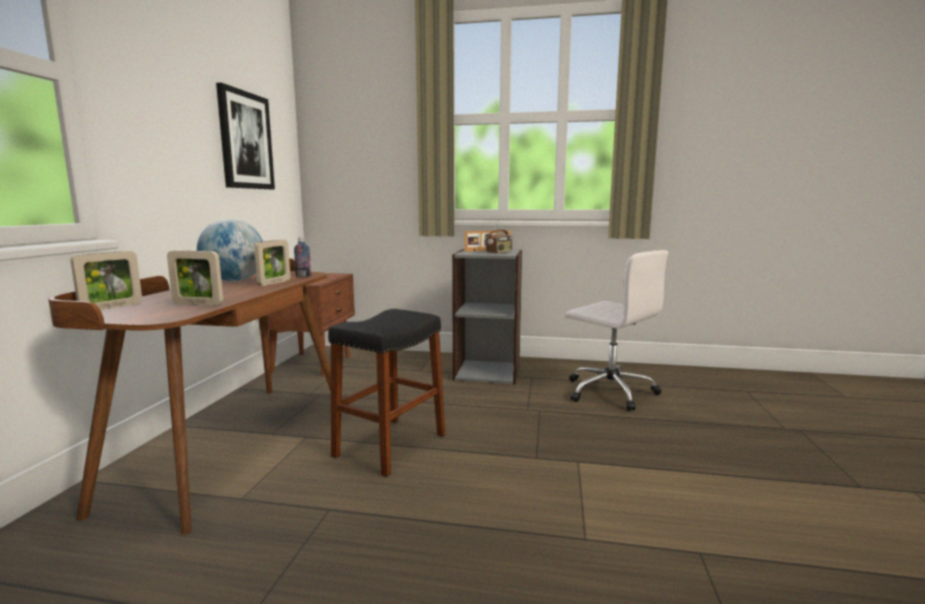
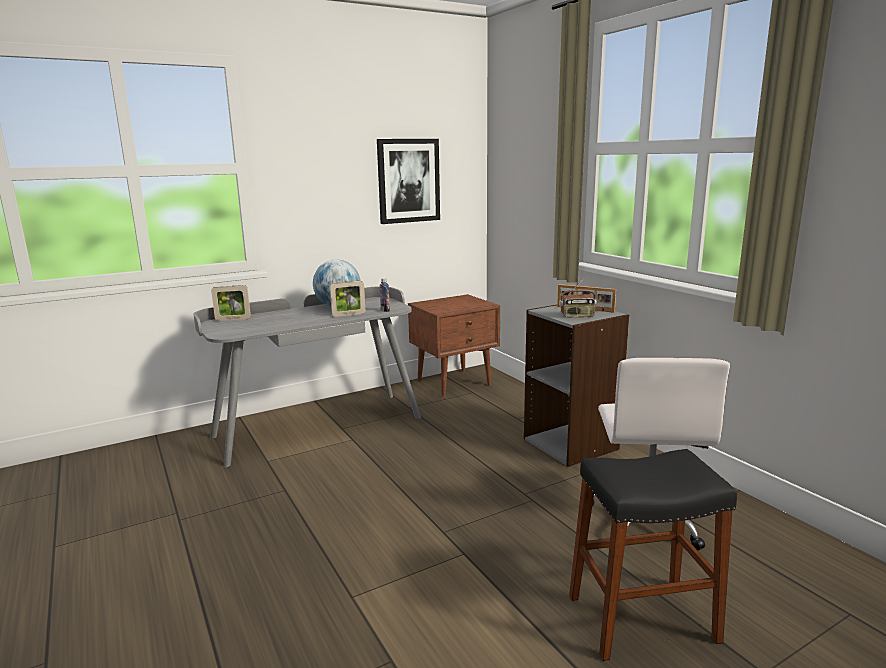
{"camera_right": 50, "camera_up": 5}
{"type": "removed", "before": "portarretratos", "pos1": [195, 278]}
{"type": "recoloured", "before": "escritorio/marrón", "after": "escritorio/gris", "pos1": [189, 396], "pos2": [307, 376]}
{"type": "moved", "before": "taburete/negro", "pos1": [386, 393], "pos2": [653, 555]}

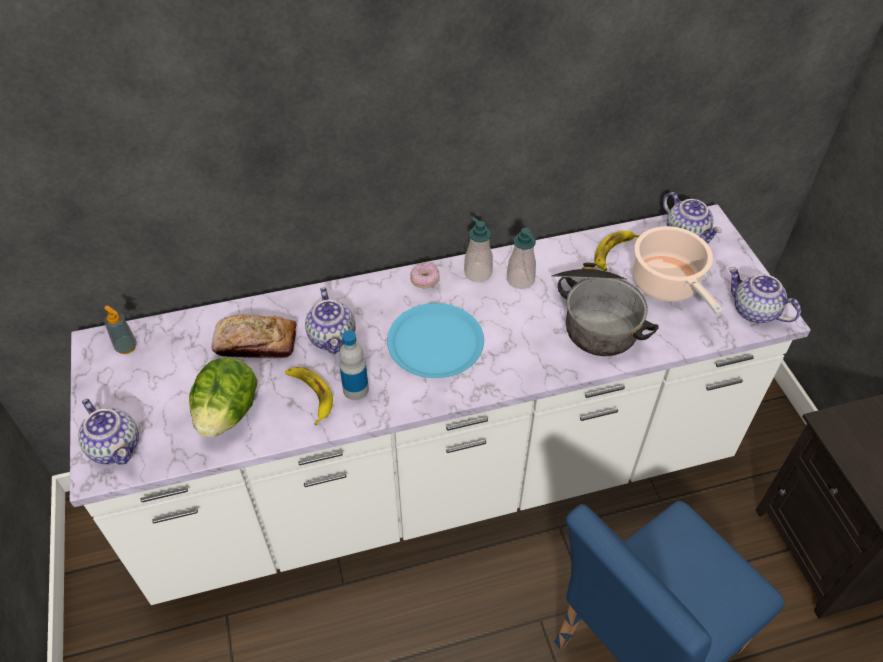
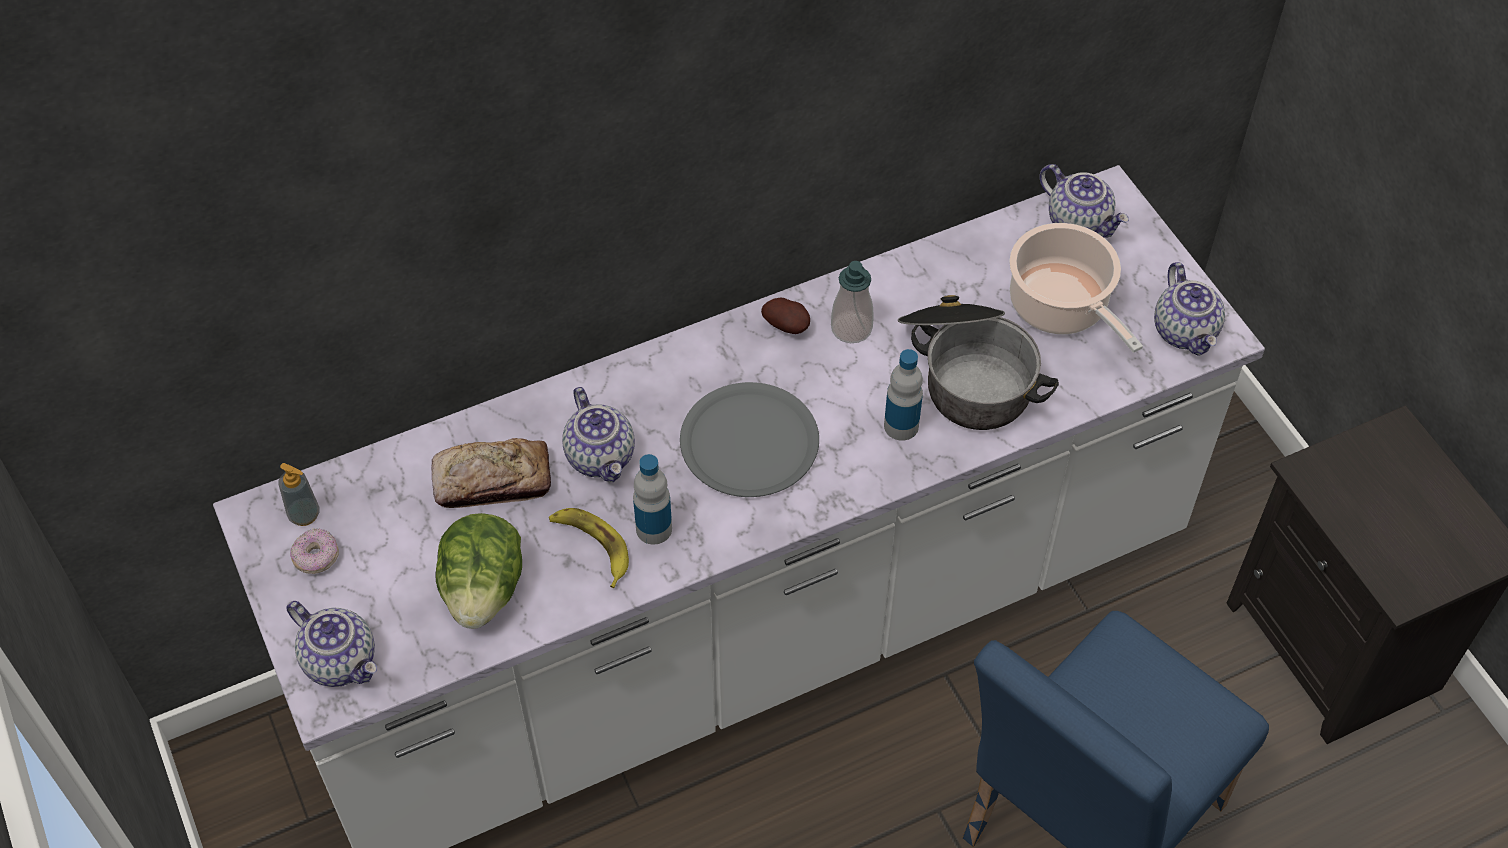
{"camera_right": -10, "camera_up": 5}
{"type": "replaced", "before": "dispensador de jabón", "after": "patata", "pos1": [478, 249], "pos2": [785, 316]}
{"type": "removed", "before": "plátano", "pos1": [617, 250]}
{"type": "moved", "before": "rosquilla", "pos1": [425, 275], "pos2": [314, 551]}
{"type": "turned", "before": "tetera", "pos1": [764, 295], "pos2": [1189, 309], "turn": -135}
{"type": "recoloured", "before": "plato/azul", "after": "plato/gris", "pos1": [435, 340], "pos2": [749, 439]}
{"type": "added", "after": "botella", "pos2": [903, 395]}

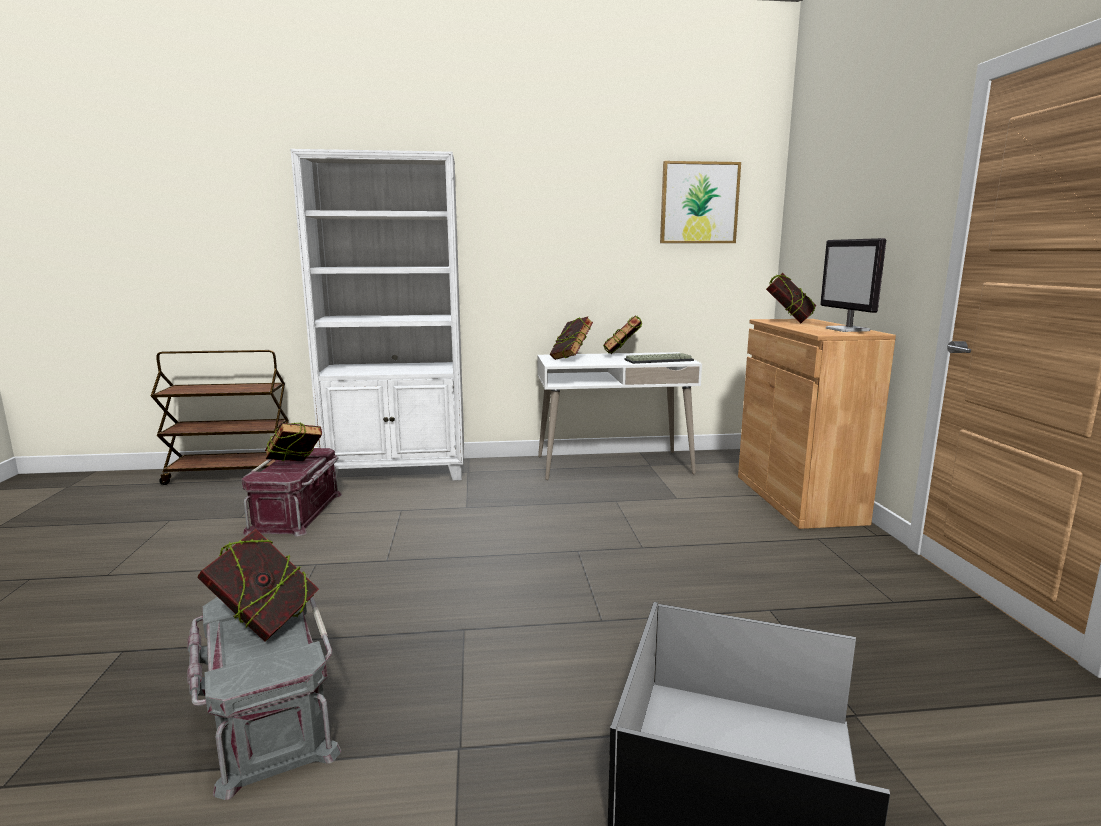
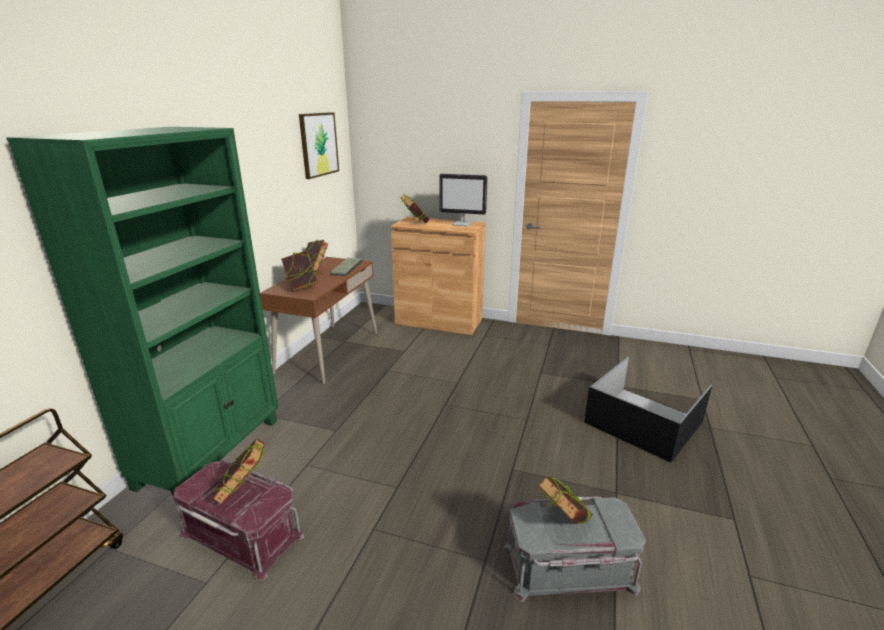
{"camera_right": -65, "camera_up": 10}
{"type": "recoloured", "before": "estantería/blanco", "after": "estantería/verde", "pos1": [377, 316], "pos2": [142, 311]}
{"type": "recoloured", "before": "escritorio/blanco", "after": "escritorio/marrón", "pos1": [619, 416], "pos2": [318, 320]}

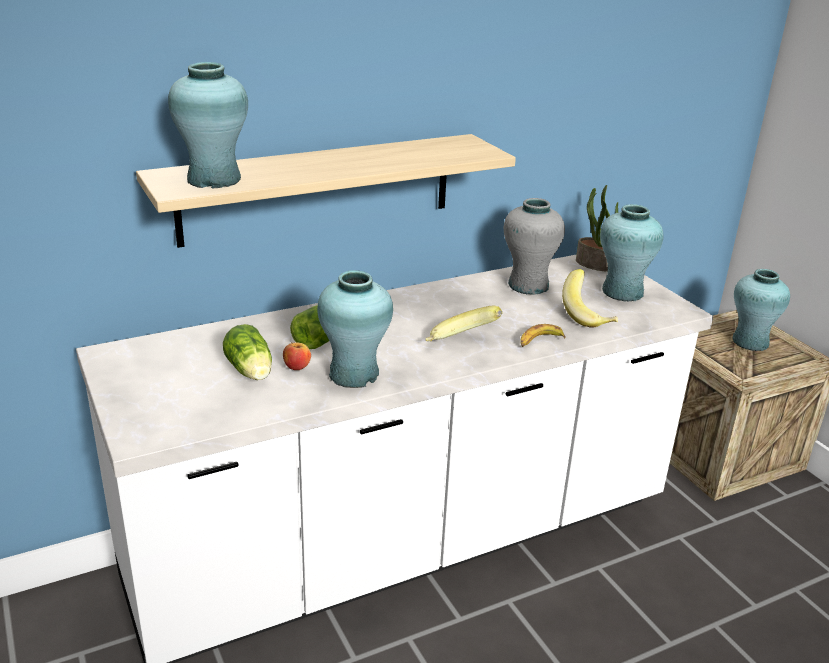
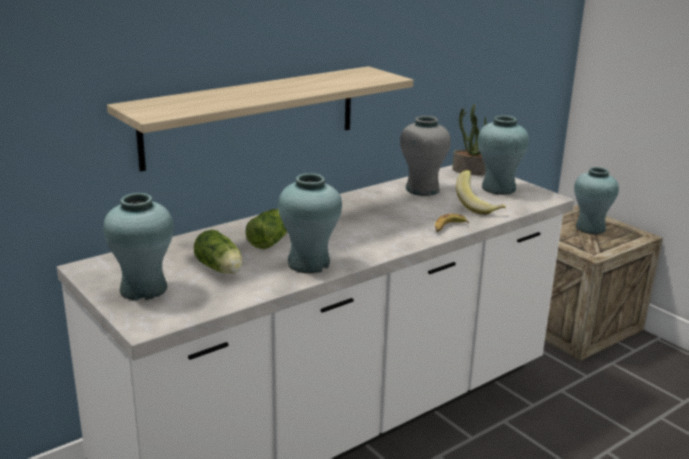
{"camera_right": -10, "camera_up": -5}
{"type": "moved", "before": "florero/turquesa", "pos1": [208, 125], "pos2": [138, 247]}
{"type": "removed", "before": "plátano", "pos1": [464, 323]}
{"type": "removed", "before": "manzana", "pos1": [297, 356]}

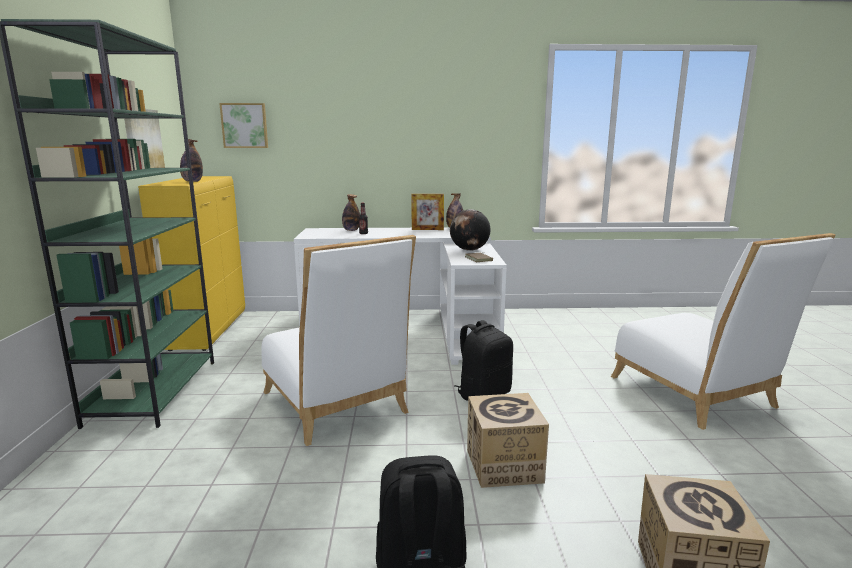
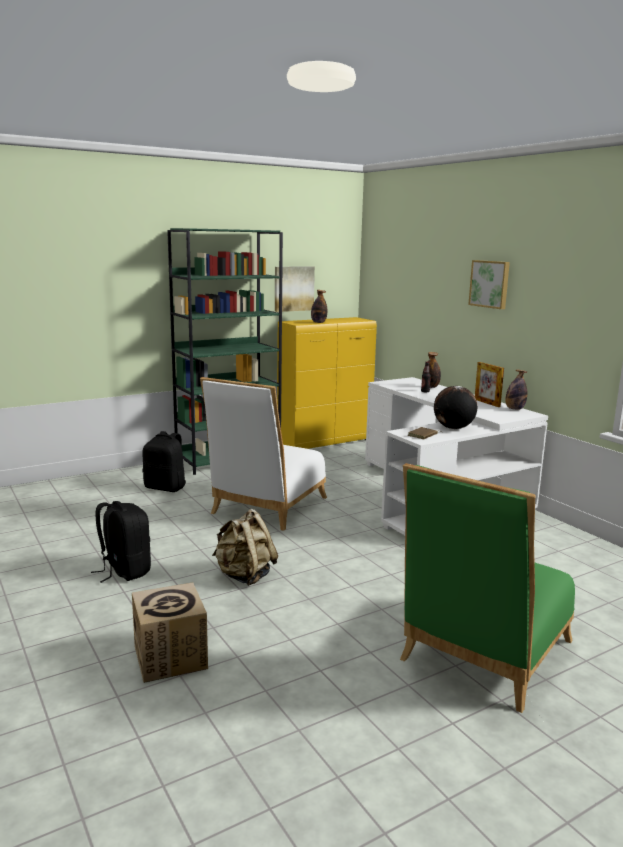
{"camera_right": 60, "camera_up": 0}
{"type": "moved", "before": "cuadro", "pos1": [243, 125], "pos2": [489, 284]}
{"type": "recoloured", "before": "silla/blanco", "after": "silla/verde", "pos1": [723, 331], "pos2": [487, 588]}
{"type": "moved", "before": "mochila/negro", "pos1": [483, 360], "pos2": [164, 461]}
{"type": "replaced", "before": "caja de cartón", "after": "mochila/beis", "pos1": [508, 440], "pos2": [245, 547]}

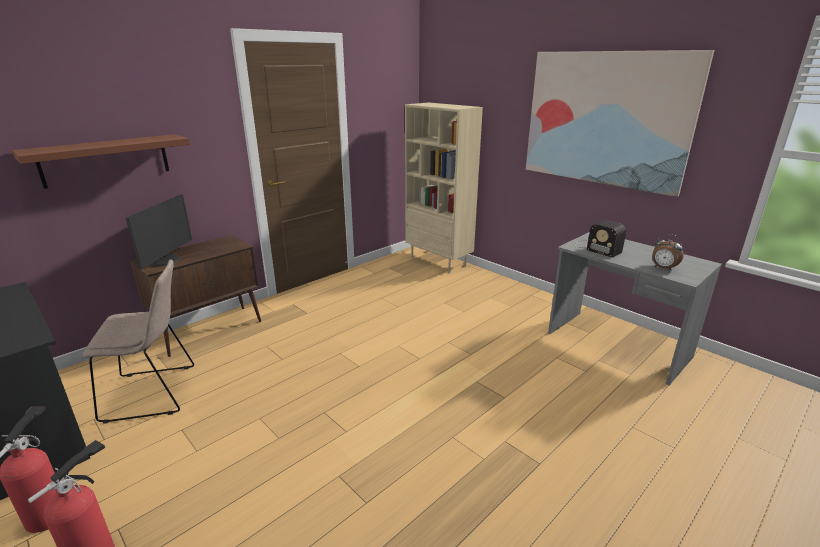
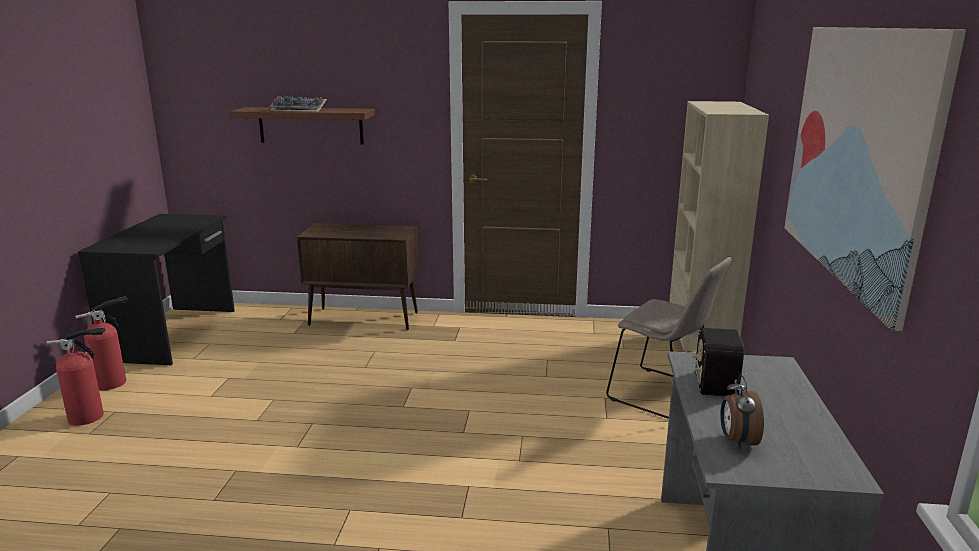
{"camera_right": 50, "camera_up": -5}
{"type": "removed", "before": "monitor", "pos1": [159, 232]}
{"type": "moved", "before": "silla/beis", "pos1": [138, 341], "pos2": [669, 337]}
{"type": "added", "after": "teclado", "pos2": [298, 103]}

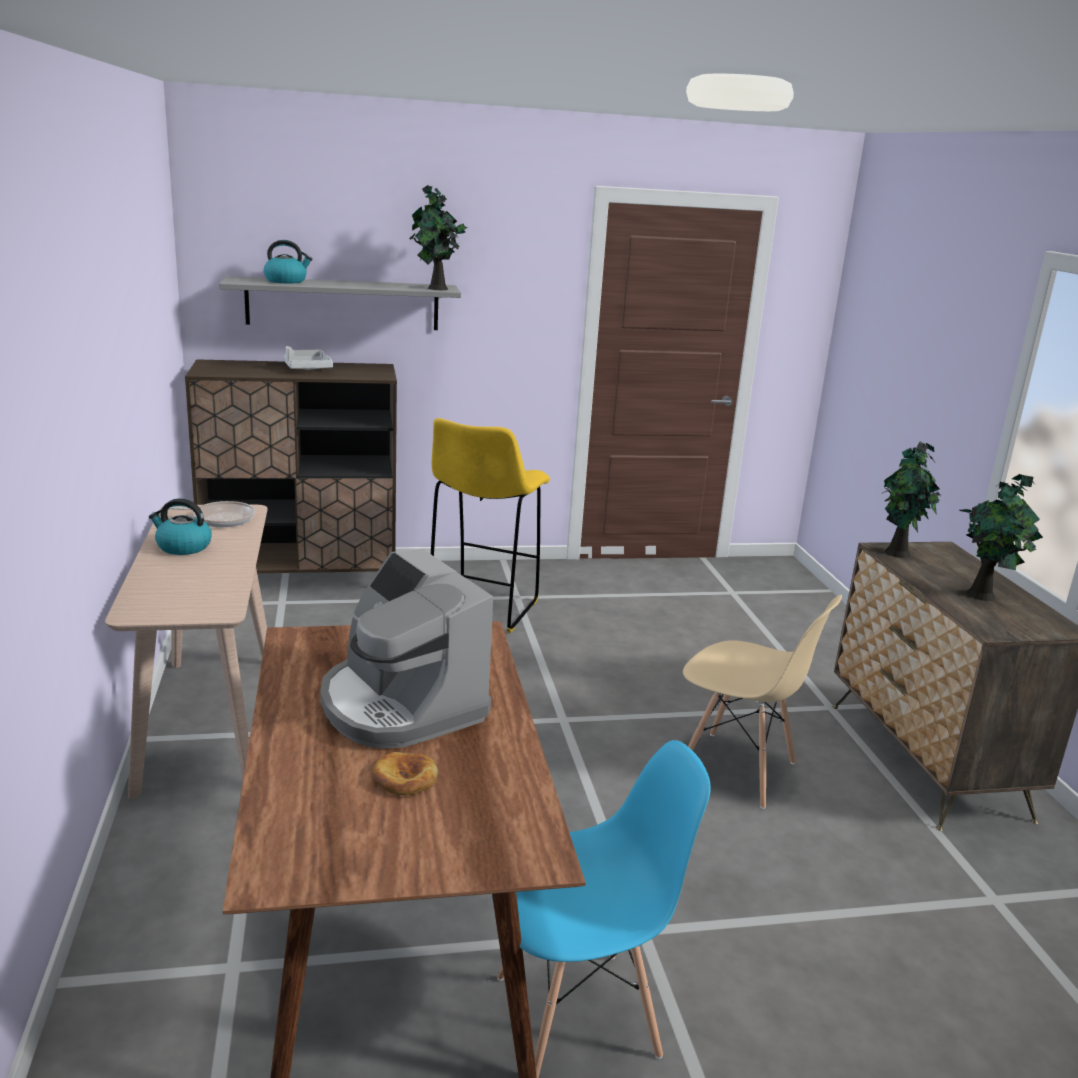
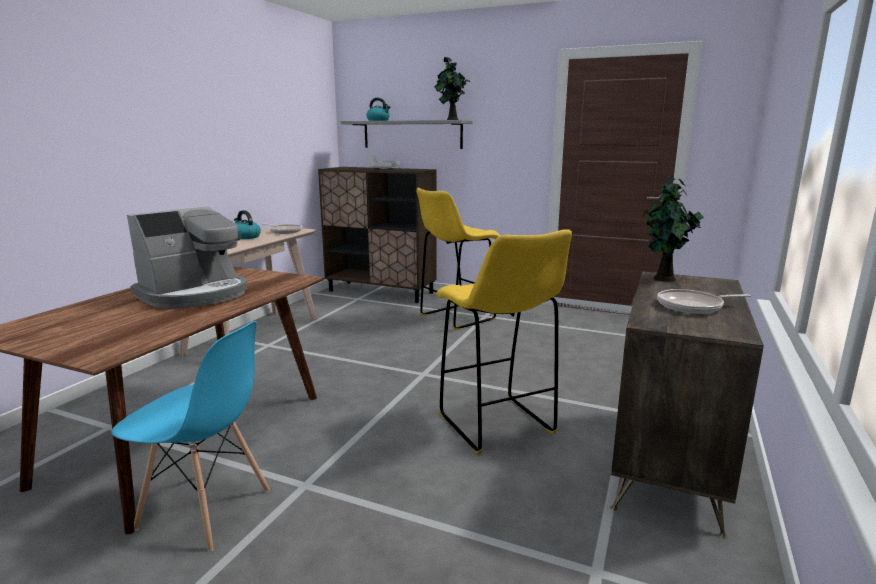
{"camera_right": 35, "camera_up": -5}
{"type": "replaced", "before": "planta en maceta", "after": "sartén", "pos1": [1001, 537], "pos2": [704, 301]}
{"type": "turned", "before": "cafetera", "pos1": [406, 649], "pos2": [187, 257], "turn": -135}
{"type": "replaced", "before": "silla/beis", "after": "taburete/amarillo", "pos1": [762, 702], "pos2": [504, 342]}
{"type": "removed", "before": "pan", "pos1": [405, 774]}

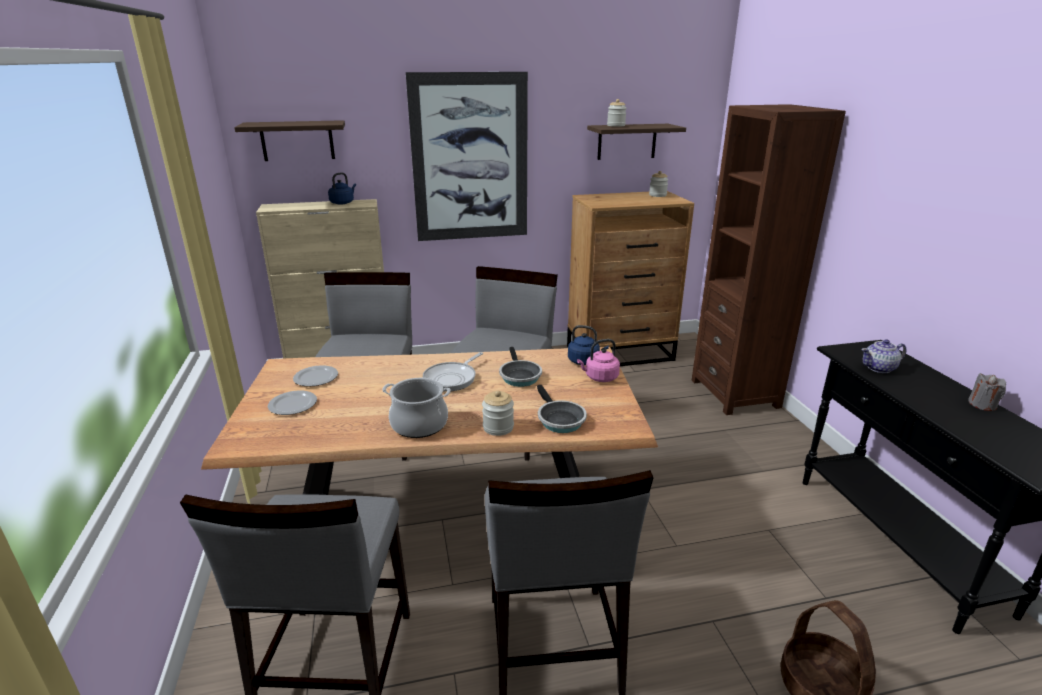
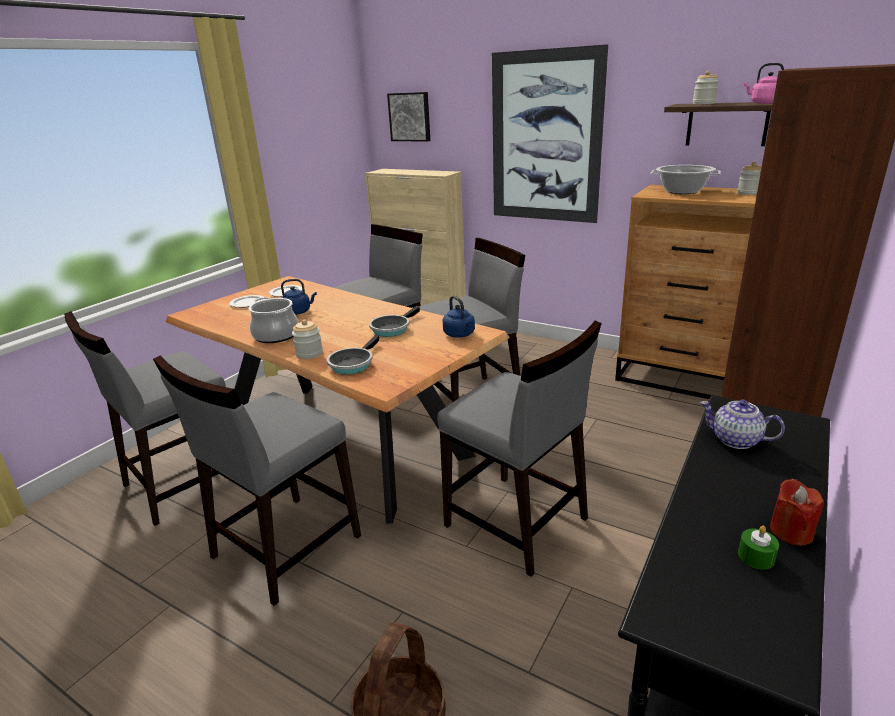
{"camera_right": 45, "camera_up": 0}
{"type": "replaced", "before": "estante", "after": "cuadro", "pos1": [289, 140], "pos2": [408, 117]}
{"type": "moved", "before": "hervidor/azul", "pos1": [342, 188], "pos2": [299, 297]}
{"type": "moved", "before": "hervidor/rosa", "pos1": [598, 360], "pos2": [764, 83]}
{"type": "removed", "before": "sartén", "pos1": [453, 372]}
{"type": "recoloured", "before": "vela/gris", "after": "vela/rojo", "pos1": [987, 392], "pos2": [797, 512]}
{"type": "added", "after": "olla", "pos2": [685, 179]}
{"type": "added", "after": "silla/gris", "pos2": [519, 449]}
{"type": "added", "after": "vela/verde", "pos2": [758, 548]}

